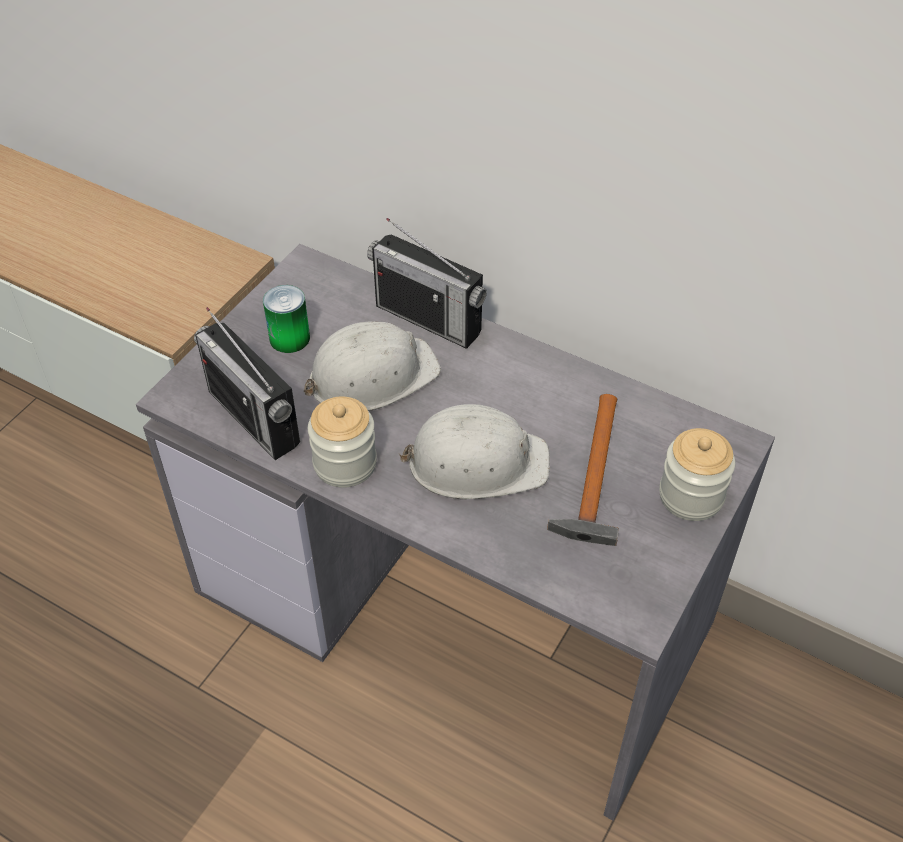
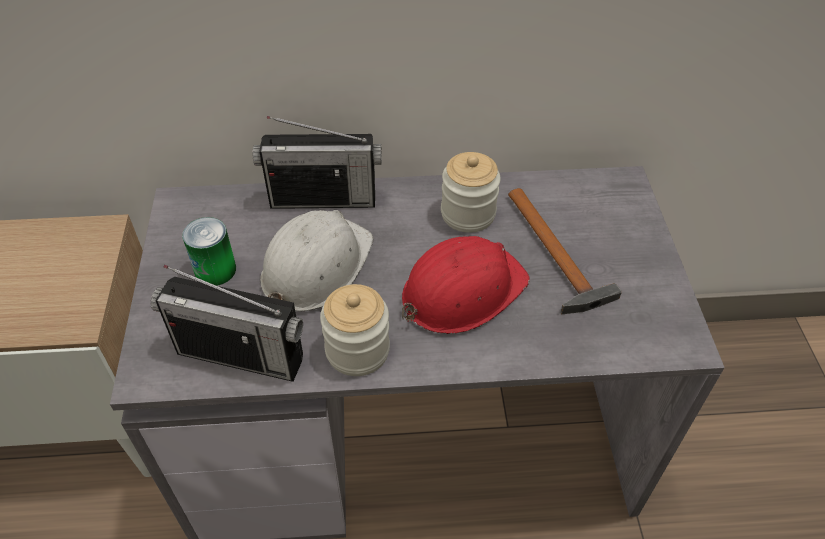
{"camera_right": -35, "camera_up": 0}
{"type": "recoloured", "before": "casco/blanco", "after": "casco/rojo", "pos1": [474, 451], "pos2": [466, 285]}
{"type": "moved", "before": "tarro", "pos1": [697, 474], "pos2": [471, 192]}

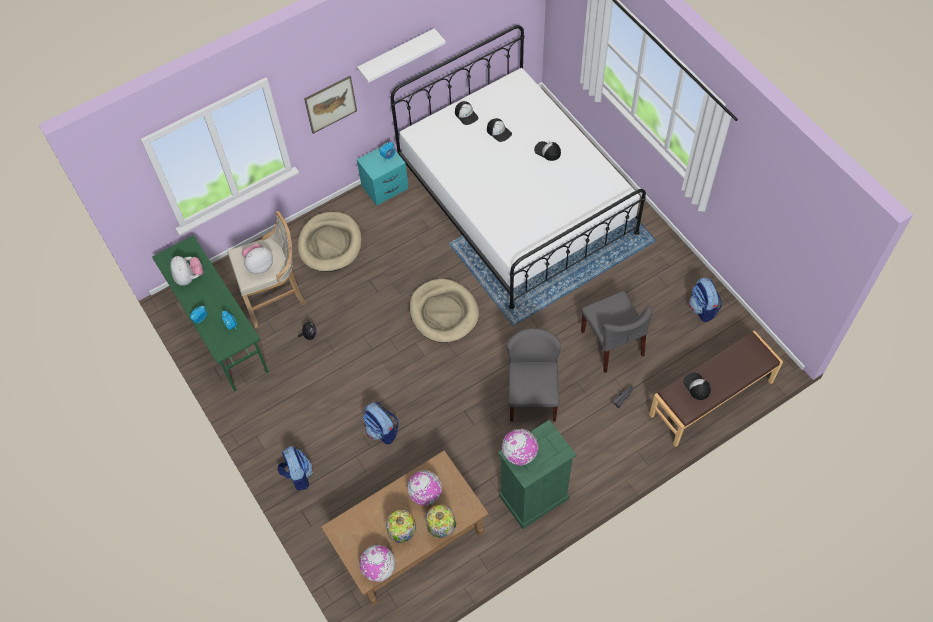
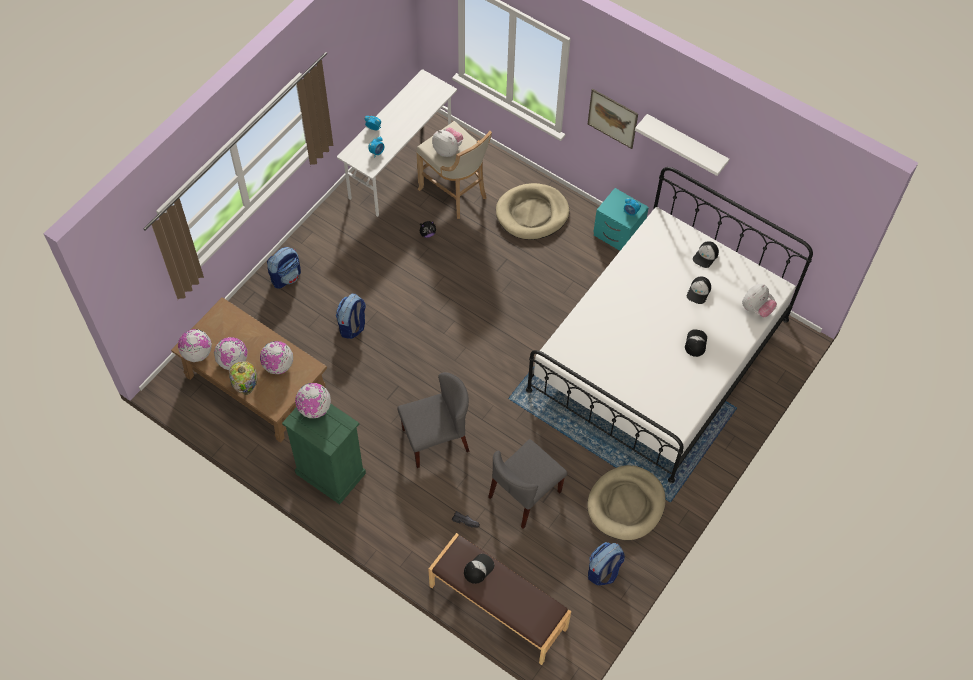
{"camera_right": 65, "camera_up": 0}
{"type": "recoloured", "before": "escritorio/verde", "after": "escritorio/blanco", "pos1": [210, 313], "pos2": [397, 143]}
{"type": "moved", "before": "peluche", "pos1": [186, 271], "pos2": [759, 300]}
{"type": "moved", "before": "cama para perro/beis", "pos1": [444, 311], "pos2": [626, 502]}
{"type": "replaced", "before": "lámpara de mesa", "after": "globo terráqueo", "pos1": [401, 526], "pos2": [231, 353]}

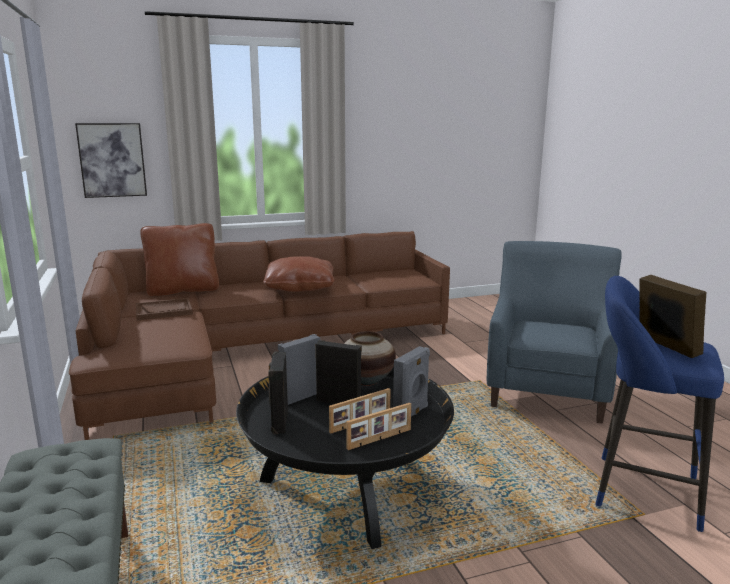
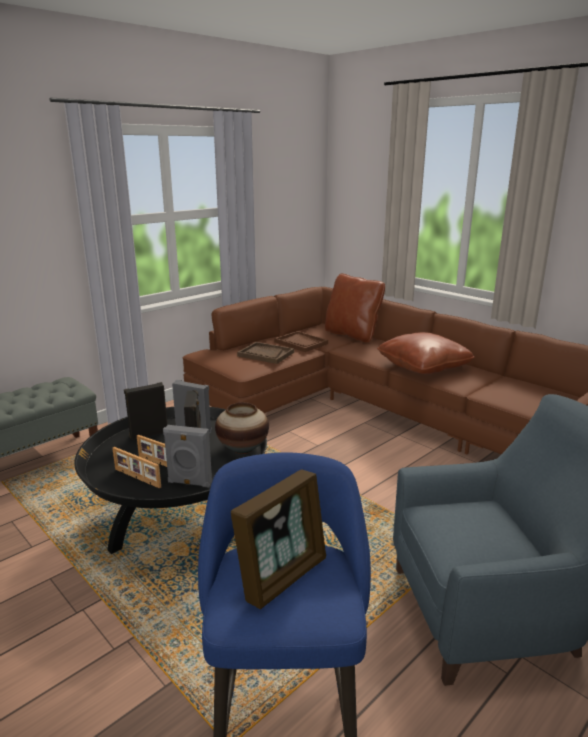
{"camera_right": 65, "camera_up": 5}
{"type": "removed", "before": "cuadro", "pos1": [111, 160]}
{"type": "added", "after": "bandeja/marrón", "pos2": [265, 353]}

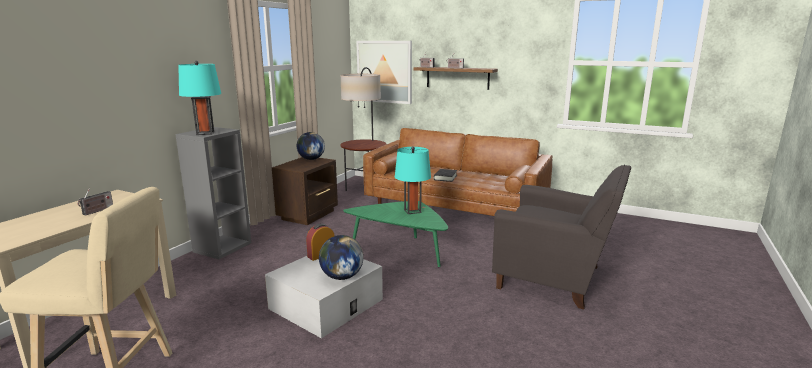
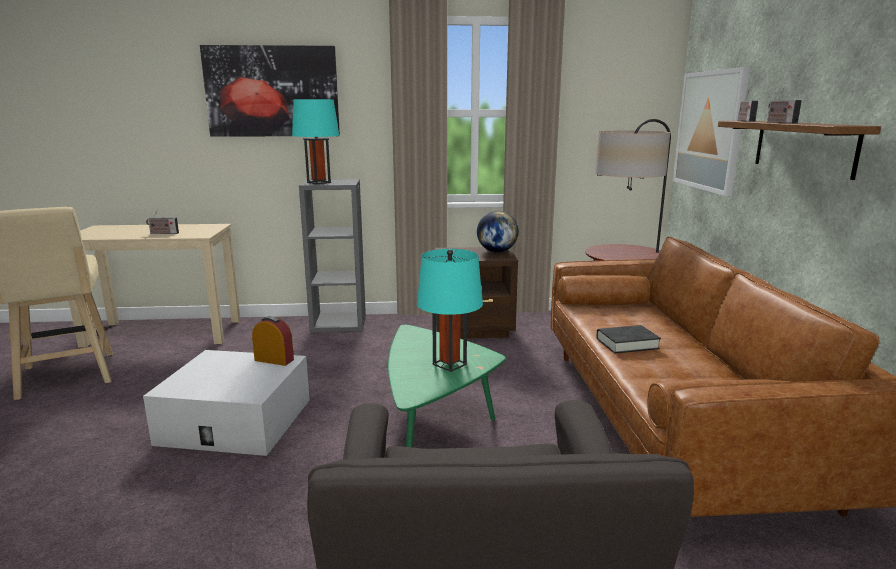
{"camera_right": 60, "camera_up": 0}
{"type": "removed", "before": "globo terráqueo", "pos1": [341, 257]}
{"type": "added", "after": "cuadro", "pos2": [270, 91]}

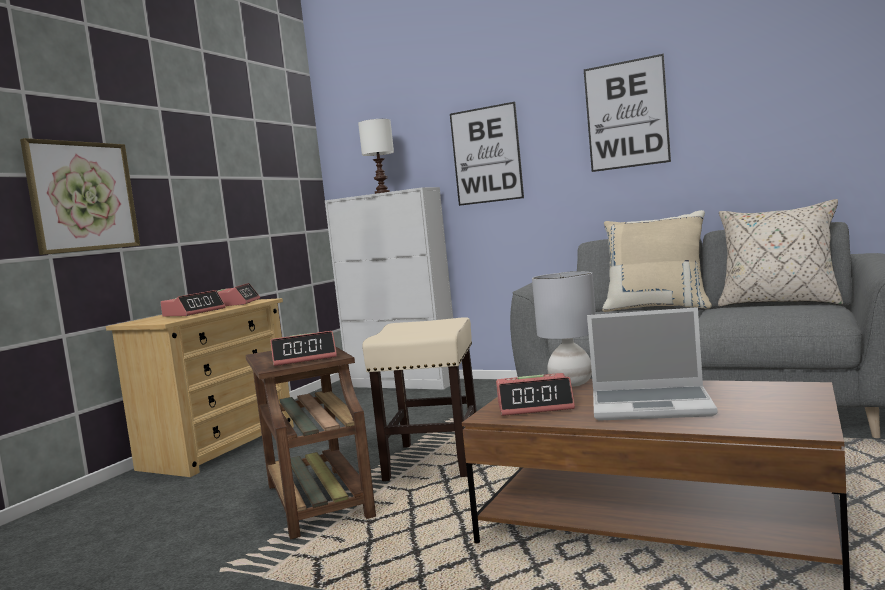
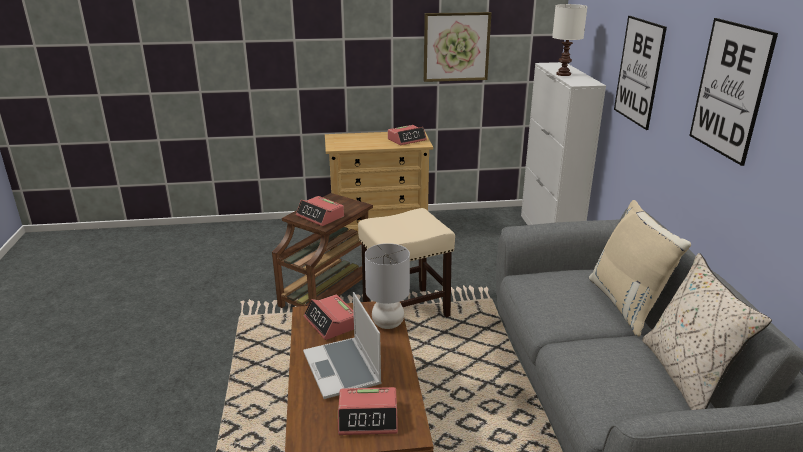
{"camera_right": 55, "camera_up": 20}
{"type": "moved", "before": "cuadro", "pos1": [80, 196], "pos2": [457, 47]}
{"type": "moved", "before": "despertador", "pos1": [193, 303], "pos2": [368, 411]}

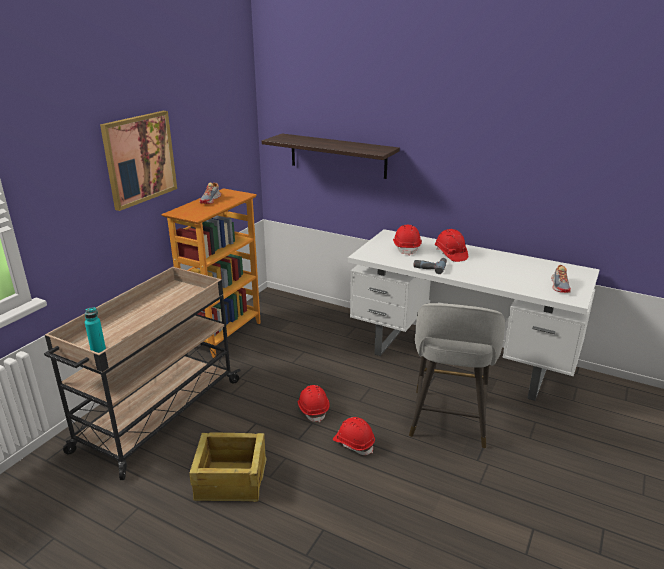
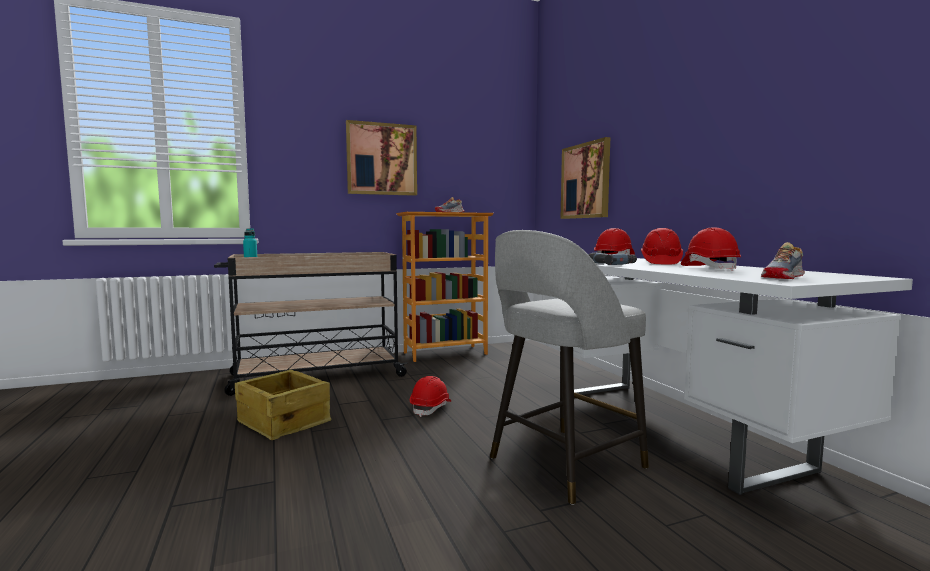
{"camera_right": 40, "camera_up": -20}
{"type": "replaced", "before": "estante", "after": "cuadro", "pos1": [331, 156], "pos2": [585, 178]}
{"type": "moved", "before": "casco/rojo", "pos1": [354, 436], "pos2": [711, 249]}

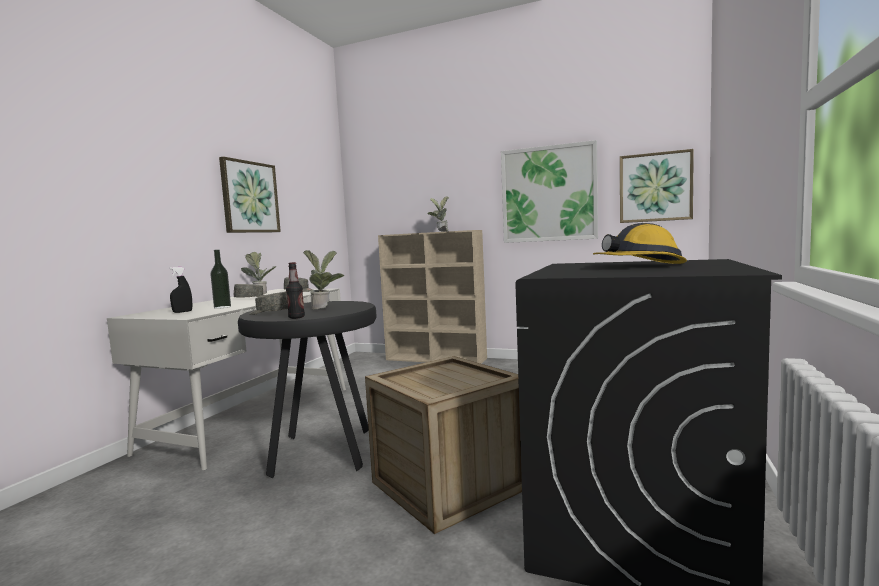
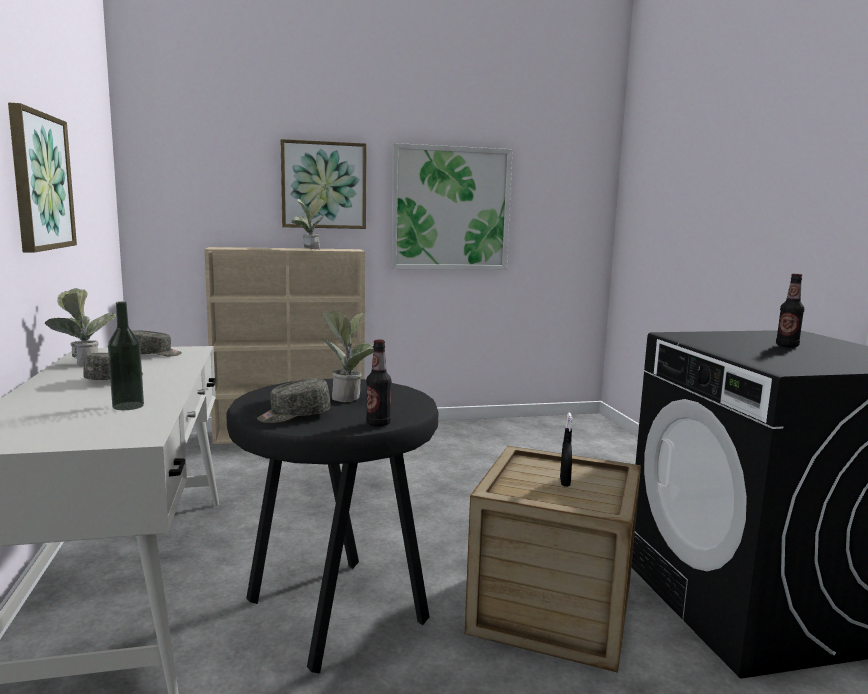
{"camera_right": -35, "camera_up": 5}
{"type": "moved", "before": "cuadro", "pos1": [657, 186], "pos2": [323, 184]}
{"type": "replaced", "before": "casco", "after": "botella", "pos1": [640, 243], "pos2": [790, 310]}
{"type": "moved", "before": "pulverizador/negro", "pos1": [180, 290], "pos2": [566, 450]}

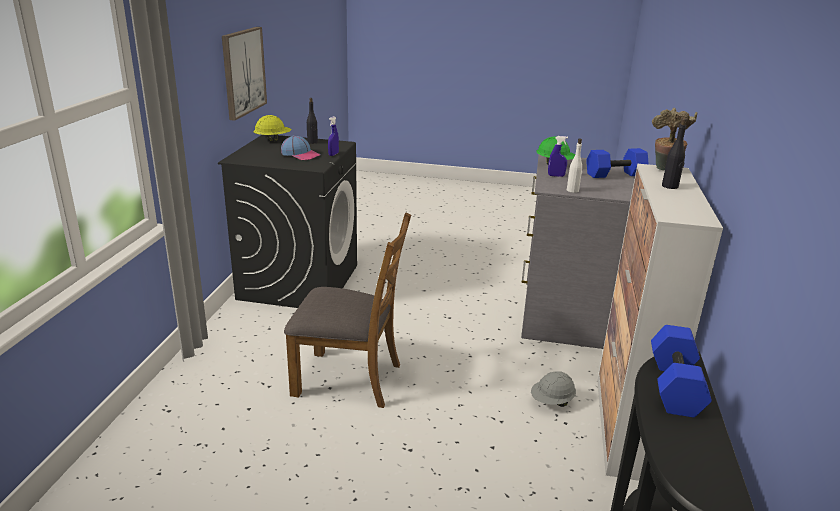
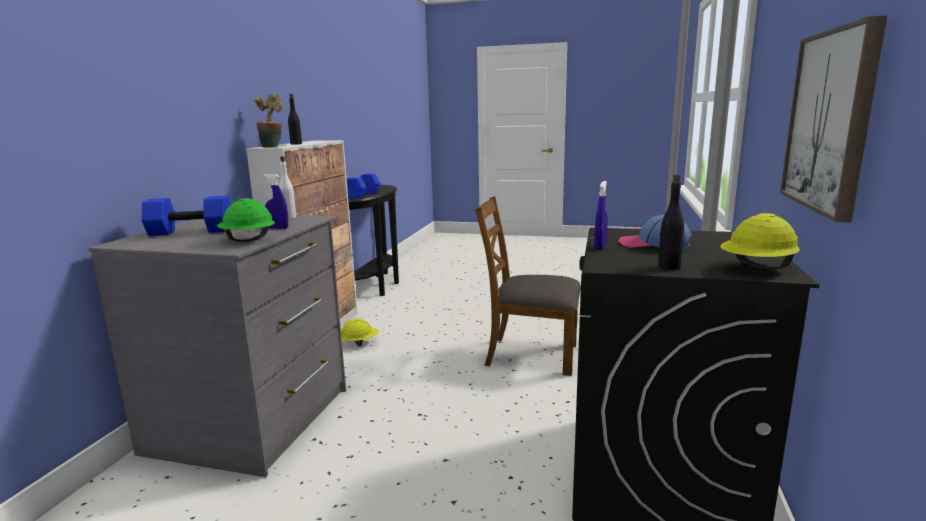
{"camera_right": -175, "camera_up": -10}
{"type": "recoloured", "before": "casco/gris", "after": "casco/amarillo", "pos1": [553, 389], "pos2": [360, 332]}

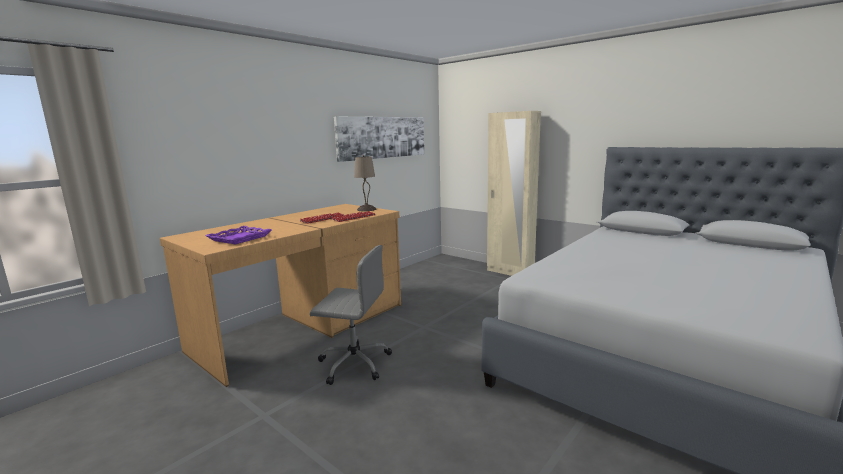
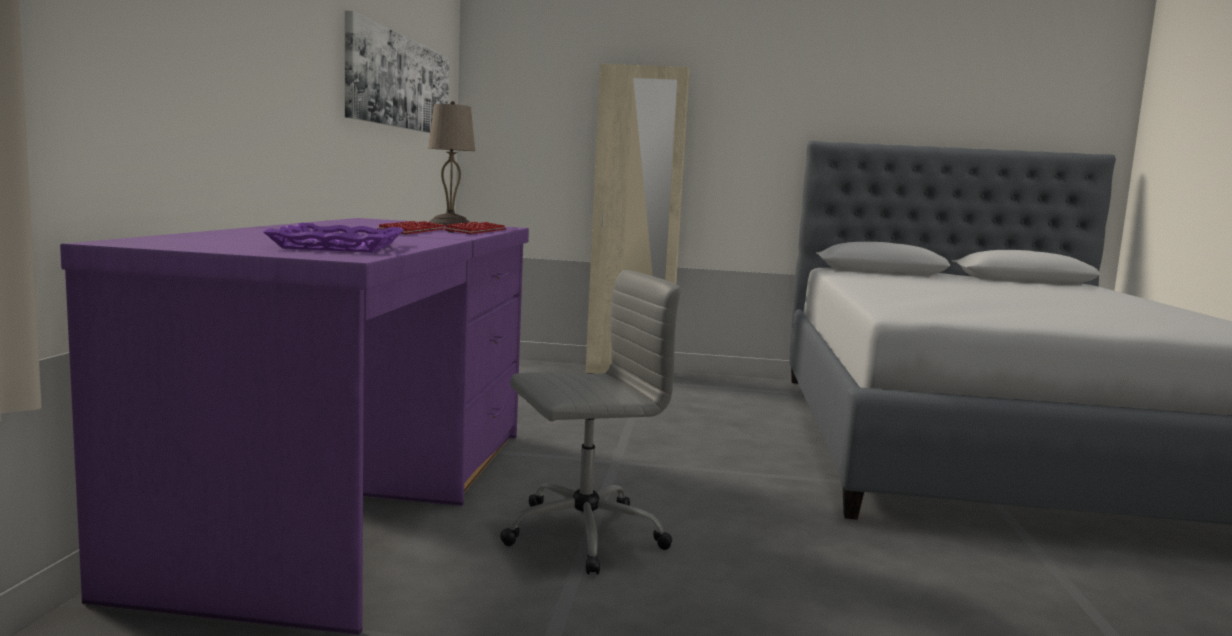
{"camera_right": -35, "camera_up": -5}
{"type": "recoloured", "before": "escritorio/marrón", "after": "escritorio/morado", "pos1": [280, 295], "pos2": [294, 426]}

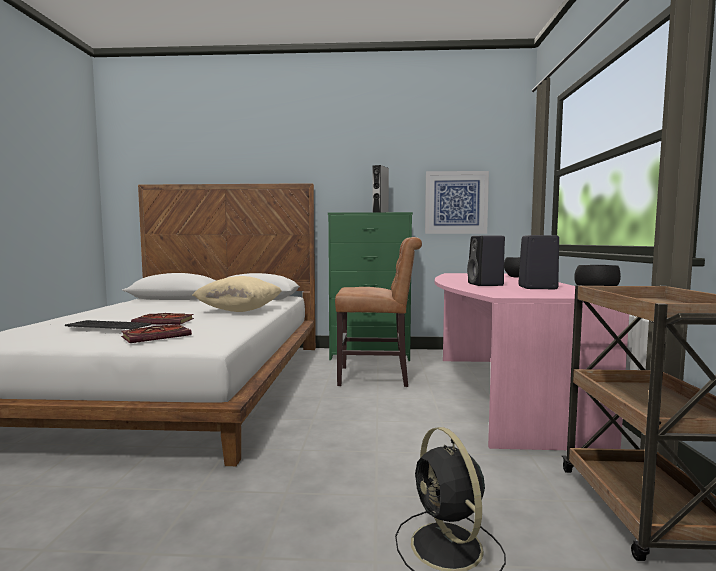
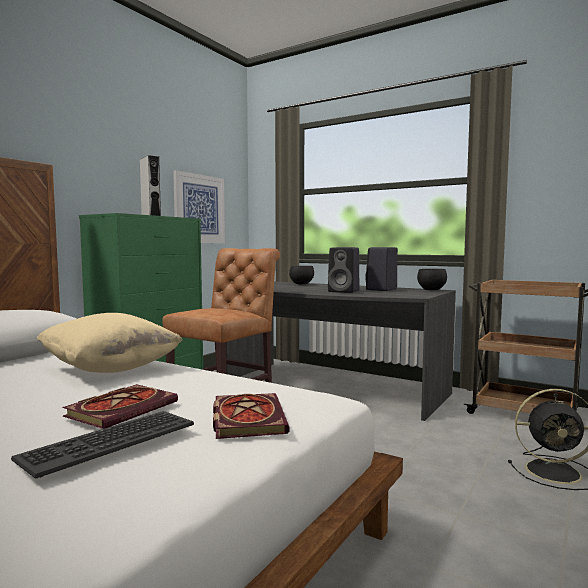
{"camera_right": -60, "camera_up": 0}
{"type": "recoloured", "before": "escritorio/rosa", "after": "escritorio/gris", "pos1": [532, 361], "pos2": [341, 351]}

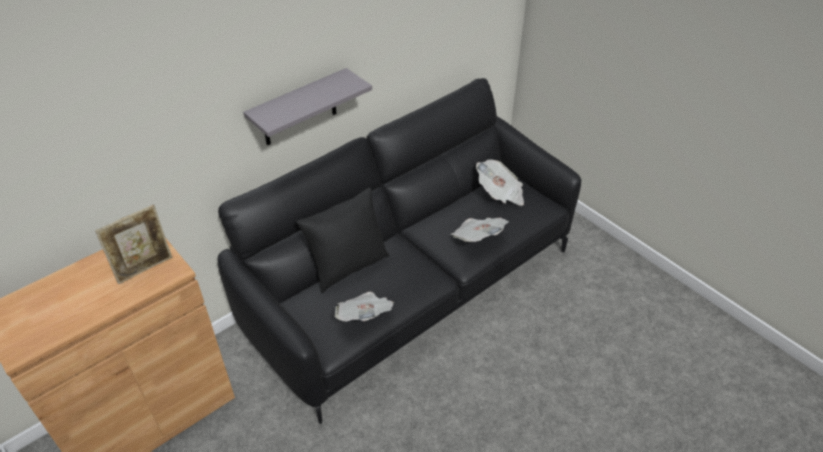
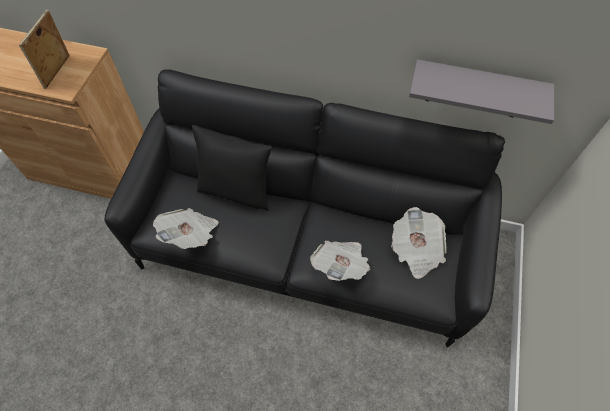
{"camera_right": 55, "camera_up": 15}
{"type": "moved", "before": "estante/gris", "pos1": [307, 106], "pos2": [481, 91]}
{"type": "turned", "before": "portarretratos", "pos1": [133, 244], "pos2": [44, 49], "turn": 90}

